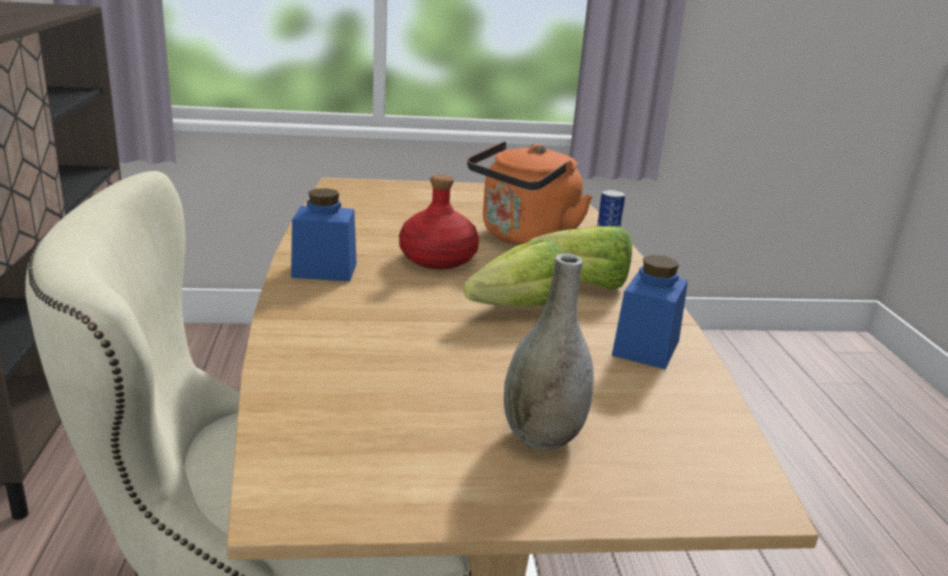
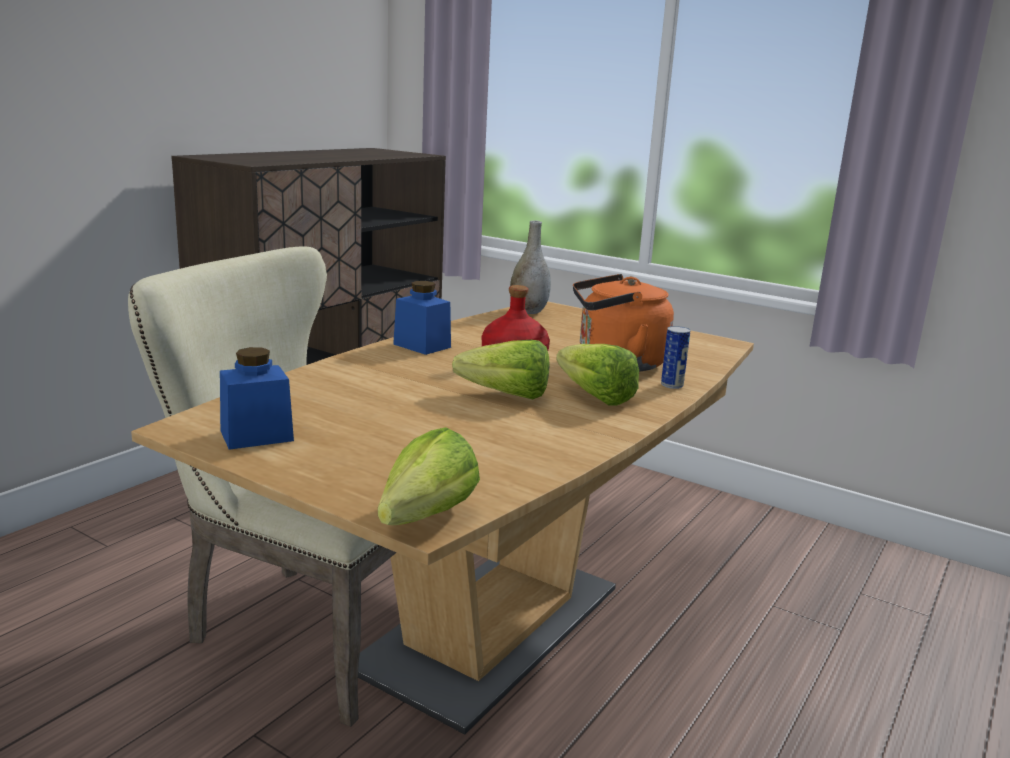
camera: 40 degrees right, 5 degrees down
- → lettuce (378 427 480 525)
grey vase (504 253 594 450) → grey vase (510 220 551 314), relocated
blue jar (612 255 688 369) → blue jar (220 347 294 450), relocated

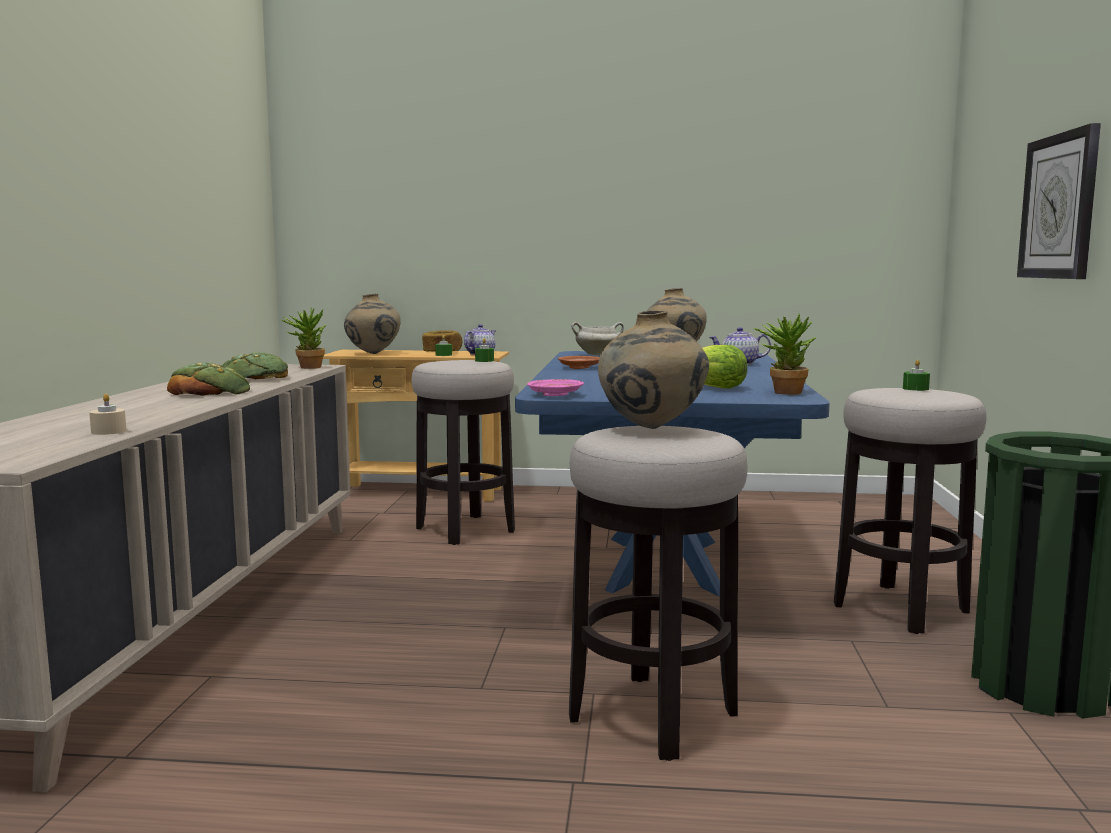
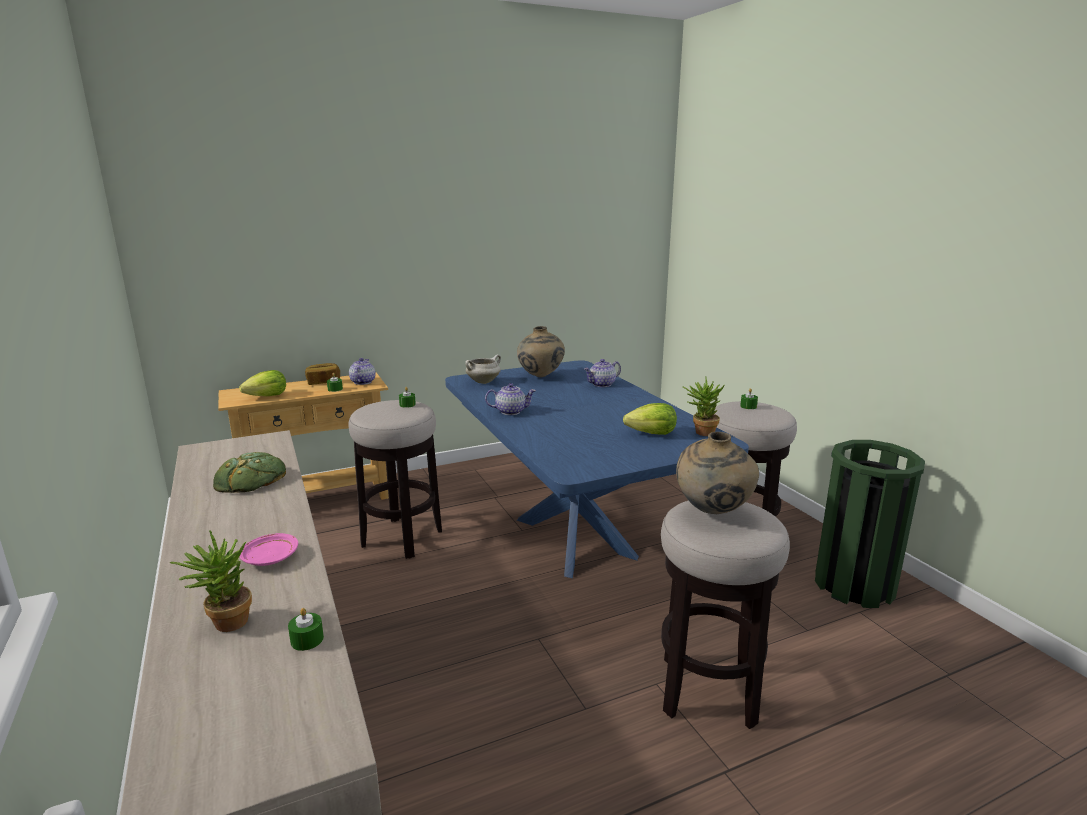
camera: 30 degrees left, 10 degrees up
bread (167 362 250 396) → -
wall clock (1017 123 1101 279) → -
potted plant (281 308 326 369) → potted plant (170 531 252 632), relocated
pink plate (527 379 584 396) → pink plate (240 533 298 566), relocated
beige vase (344 294 401 354) → lettuce (239 370 286 396)
brown plate (558 356 600 369) → teapot (485 383 536 415)
beige candle (89 394 126 435) → green candle (288 608 324 651)

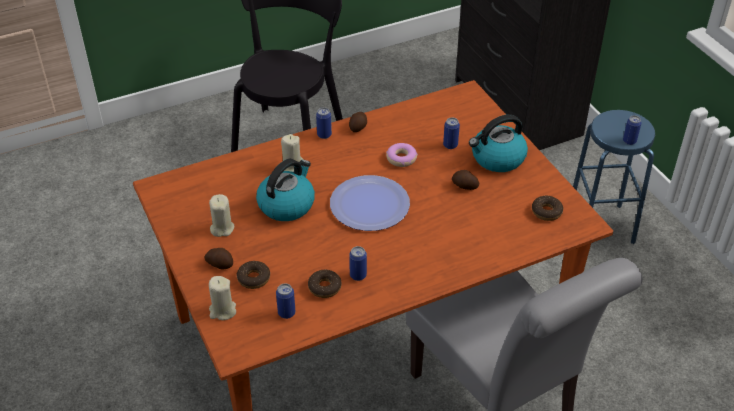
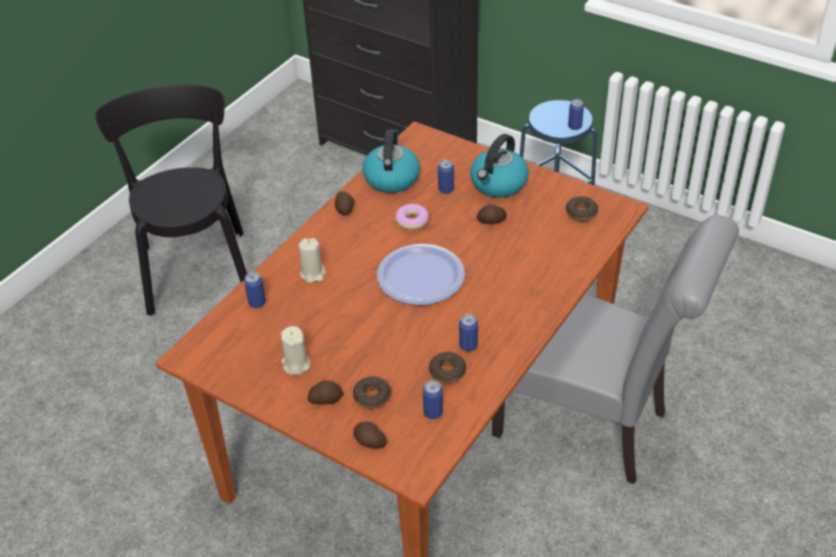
camera: 30 degrees left, 0 degrees up
kettle (256 159 315 221) → kettle (362 129 420 193), relocated
can (316 107 332 139) → can (244 272 266 308), relocated
beige candle (209 276 236 320) → potato (353 422 387 449)

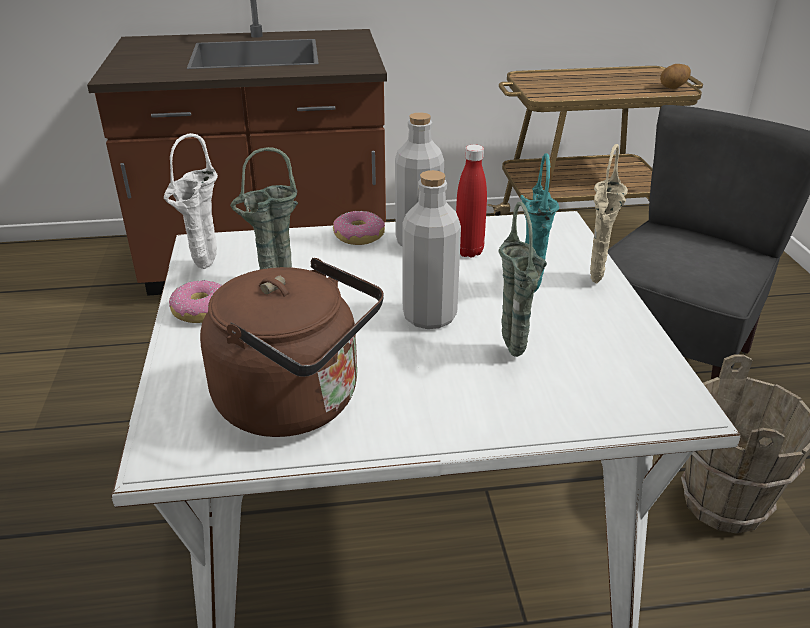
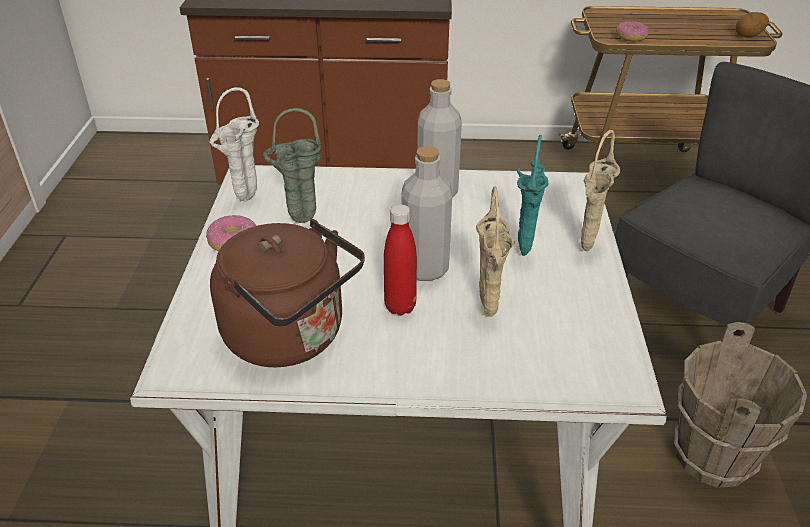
camera: 10 degrees right, 5 degrees up
donut (333 211 385 245) → donut (616 21 649 41), relocated
red bottle (456 145 487 258) → red bottle (384 204 417 316), relocated
green vase (498 202 547 357) → beige vase (476 186 515 317)

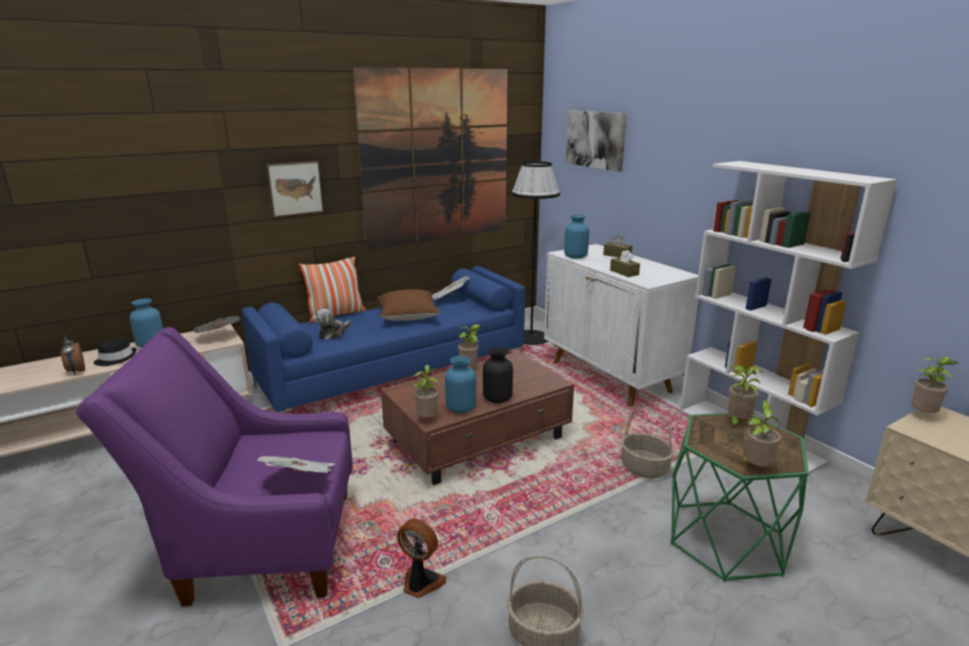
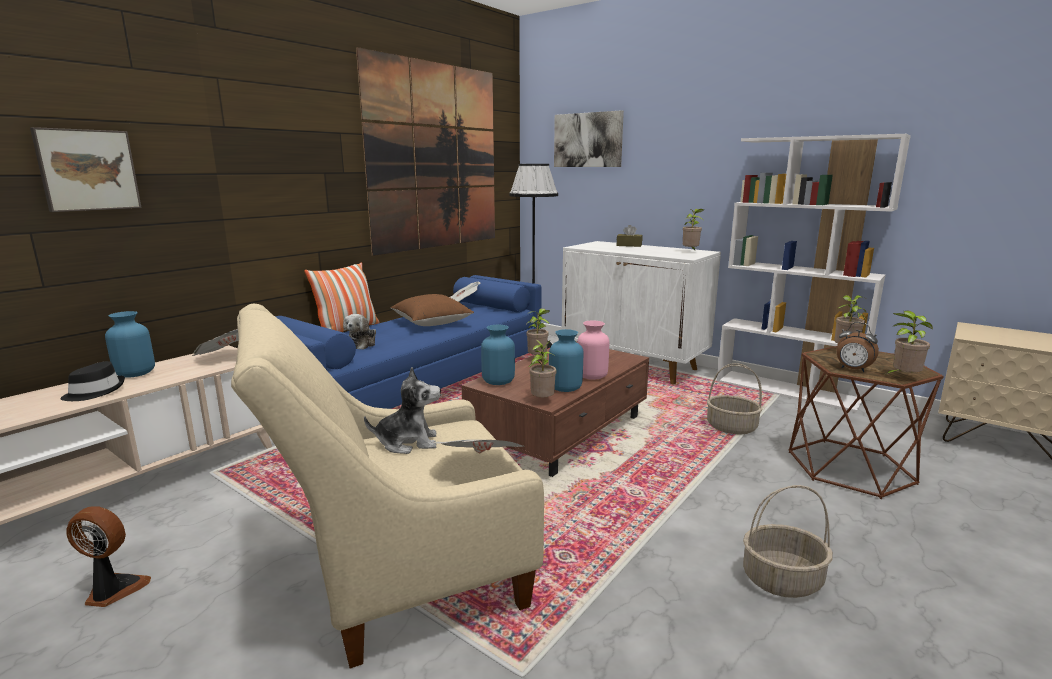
camera: 20 degrees left, 5 degrees down
brown tissue box (610 250 640 277) → -
- → plush toy (364 367 441 454)
alarm clock (61 335 85 375) → alarm clock (837 322 879 372), relocated
picture (266 161 324 217) → picture (30 127 142 212), relocated
fan (397 519 446 598) → fan (66 506 151 607), relocated
blue vase (564 215 589 259) → blue vase (481 324 515 385), relocated
potted plant (911 356 958 413) → potted plant (683 209 704 250), relocated
purple armchair (76 327 353 606) → beige armchair (231 303 544 669)
black vase (483 347 513 403) → pink vase (577 320 609 380)
green side table (671 413 809 582) → brown side table (788 346 944 499)

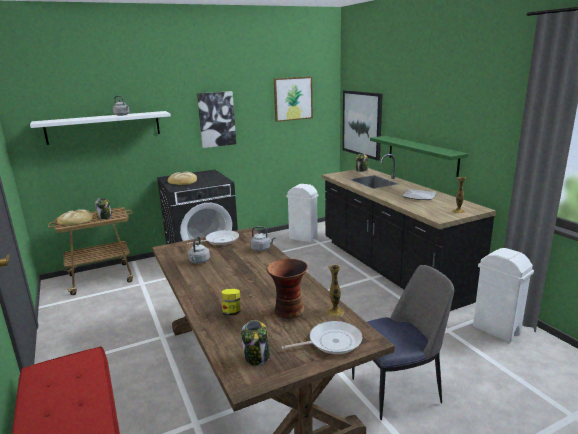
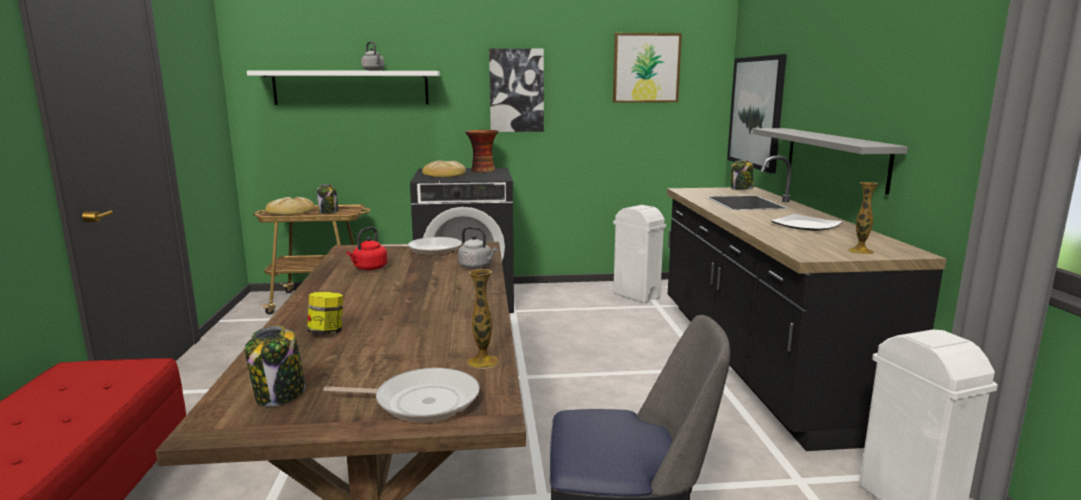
camera: 20 degrees right, 5 degrees down
vase (267 259 308 319) → vase (465 130 498 173), relocated
grey kettle (188 236 210 264) → red kettle (346 227 388 270)
green shelf (370 136 468 177) → grey shelf (753 128 908 194)

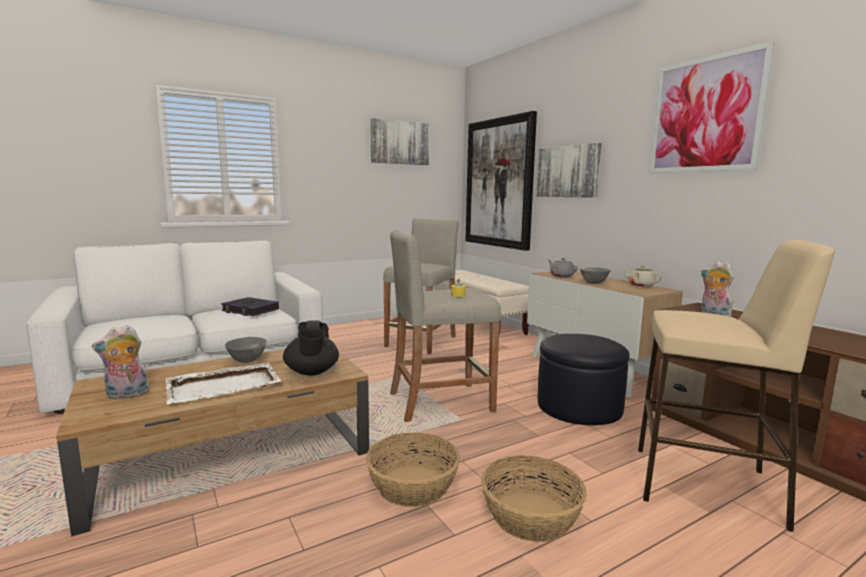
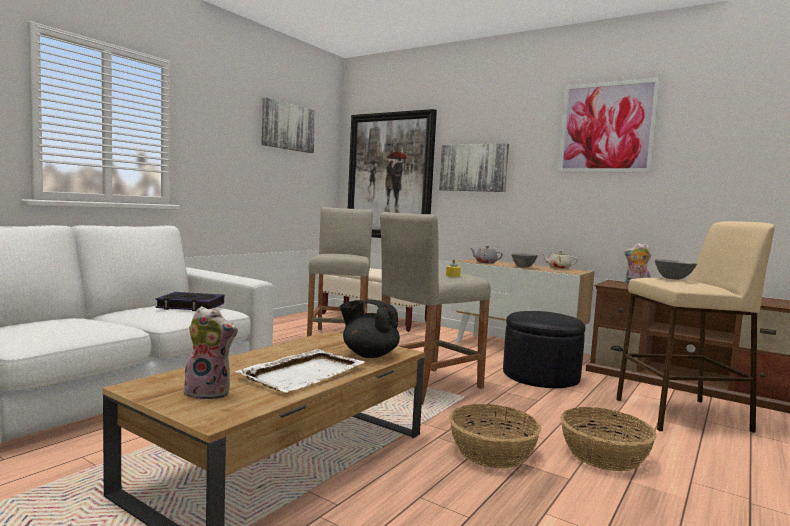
camera: 25 degrees left, 5 degrees down
grey bowl (225 337 267 363) → grey bowl (655 259 697 280), relocated
plush toy (92 325 149 400) → plush toy (178 306 238 400), 120 degrees counterclockwise
black teapot (283 320 339 376) → black teapot (339 300 400 358), 150 degrees clockwise

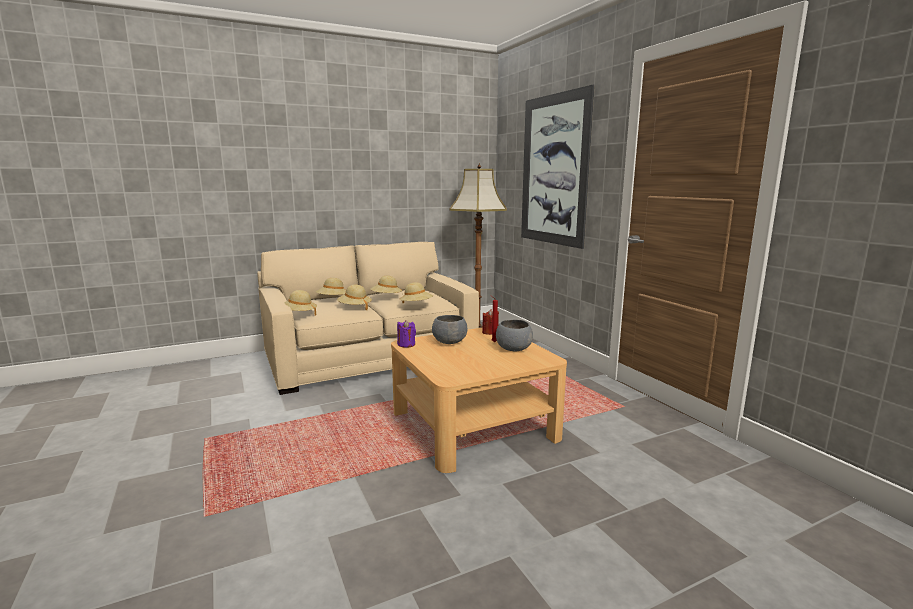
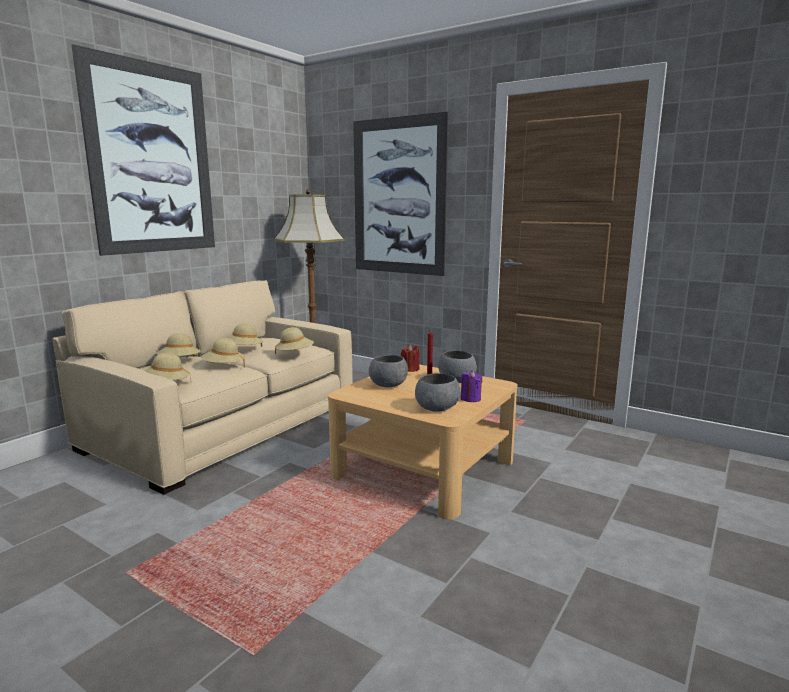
camera: 30 degrees left, 0 degrees up
- → picture (72 44 215 256)
- → grey bowl (415 373 460 411)
purple candle (397 320 416 348) → purple candle (460 370 482 402), relocated

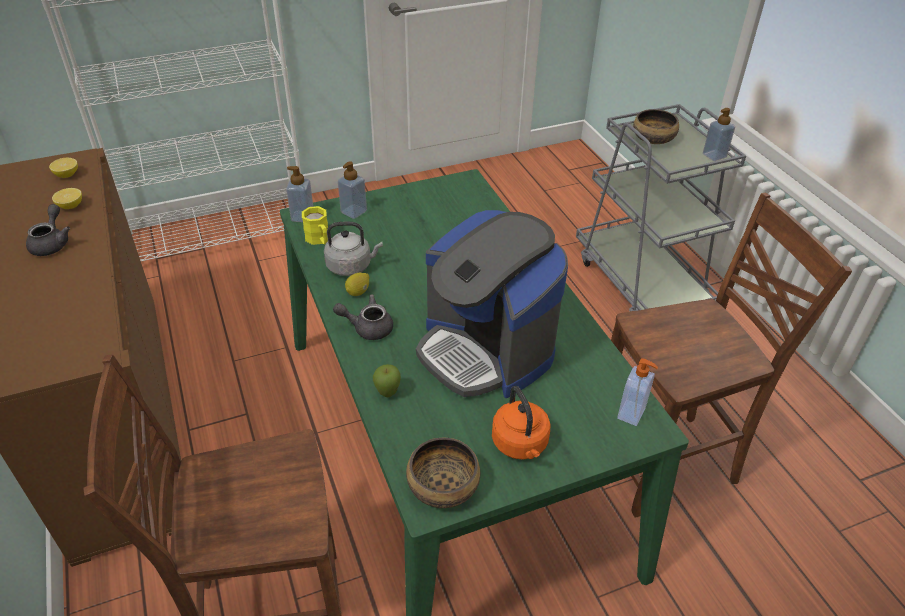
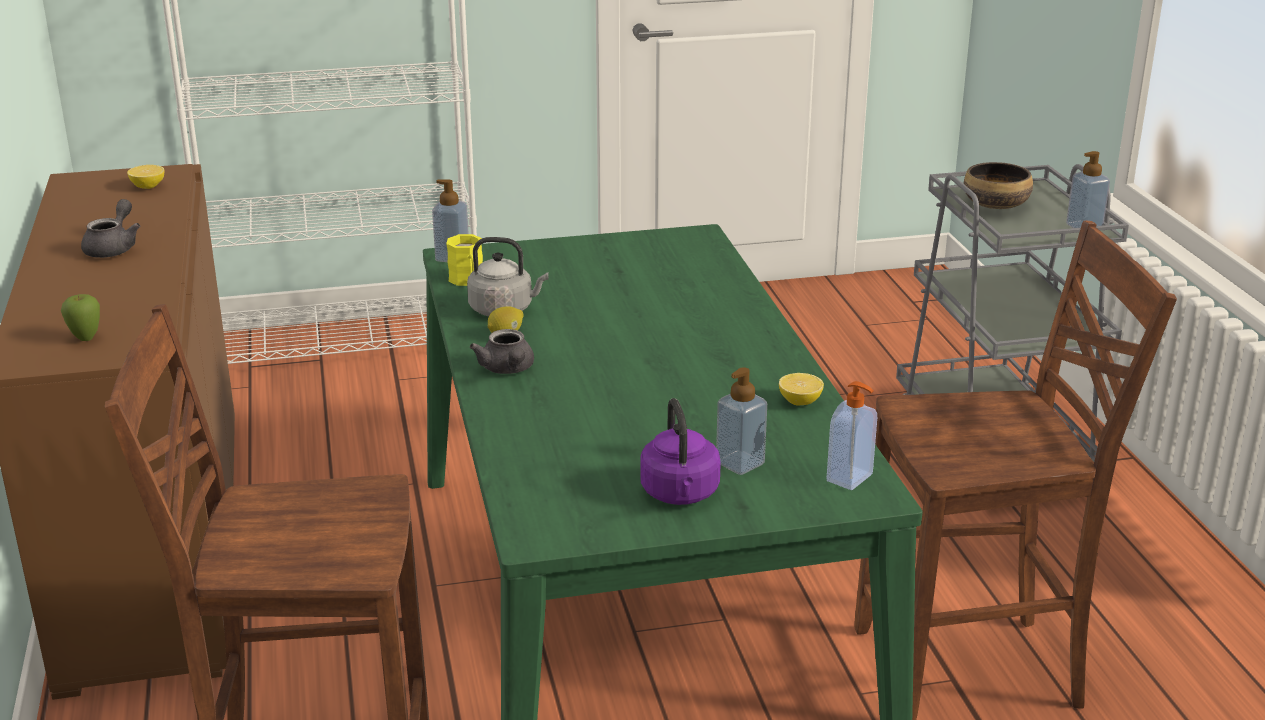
camera: 10 degrees right, 15 degrees down
bowl (406 438 480 508) → -
coffee machine (416 210 568 398) → -
lemon (52 188 82 209) → lemon (779 373 824 405), relocated
soap dispenser (338 161 367 219) → soap dispenser (716 367 767 475), relocated
apple (373 364 401 397) → apple (61 294 100 341), relocated
orange kettle (492 386 551 460) → purple kettle (640 398 721 505)
grey teapot (333 294 393 340) → grey teapot (470 329 534 374), 120 degrees counterclockwise

